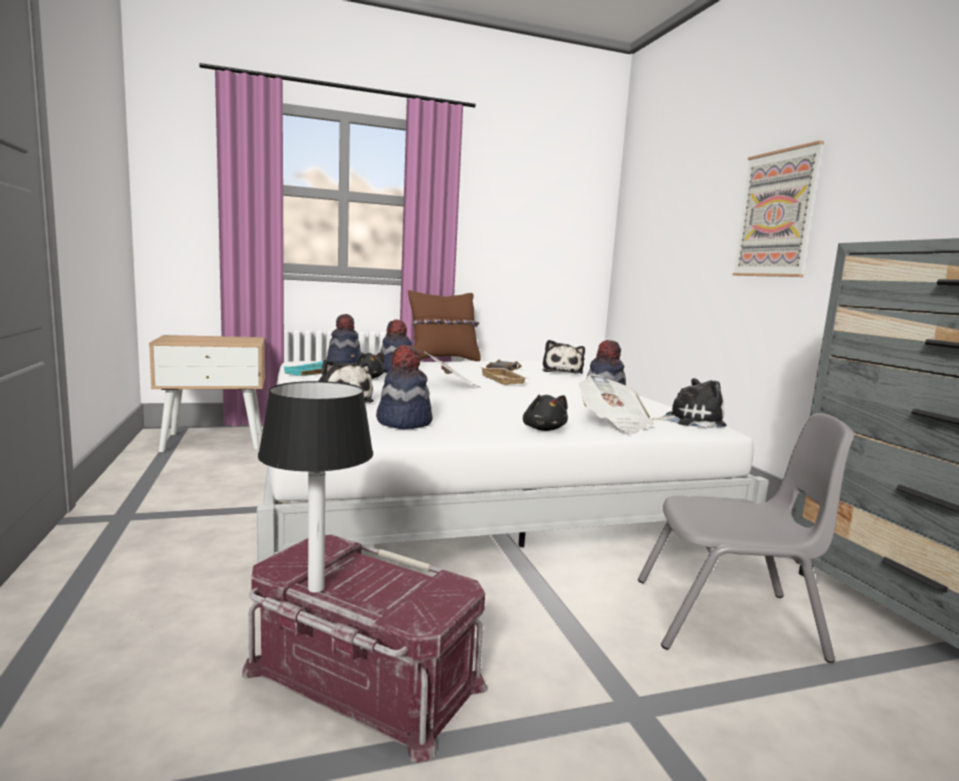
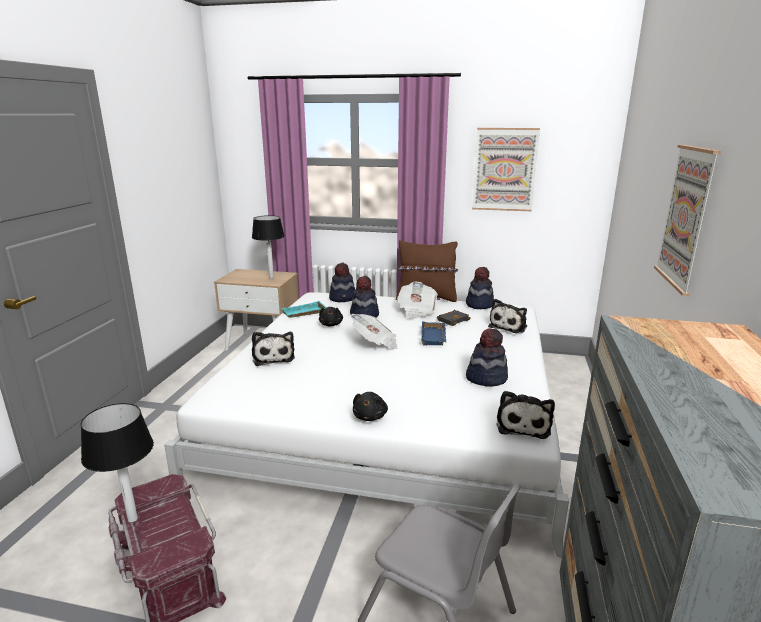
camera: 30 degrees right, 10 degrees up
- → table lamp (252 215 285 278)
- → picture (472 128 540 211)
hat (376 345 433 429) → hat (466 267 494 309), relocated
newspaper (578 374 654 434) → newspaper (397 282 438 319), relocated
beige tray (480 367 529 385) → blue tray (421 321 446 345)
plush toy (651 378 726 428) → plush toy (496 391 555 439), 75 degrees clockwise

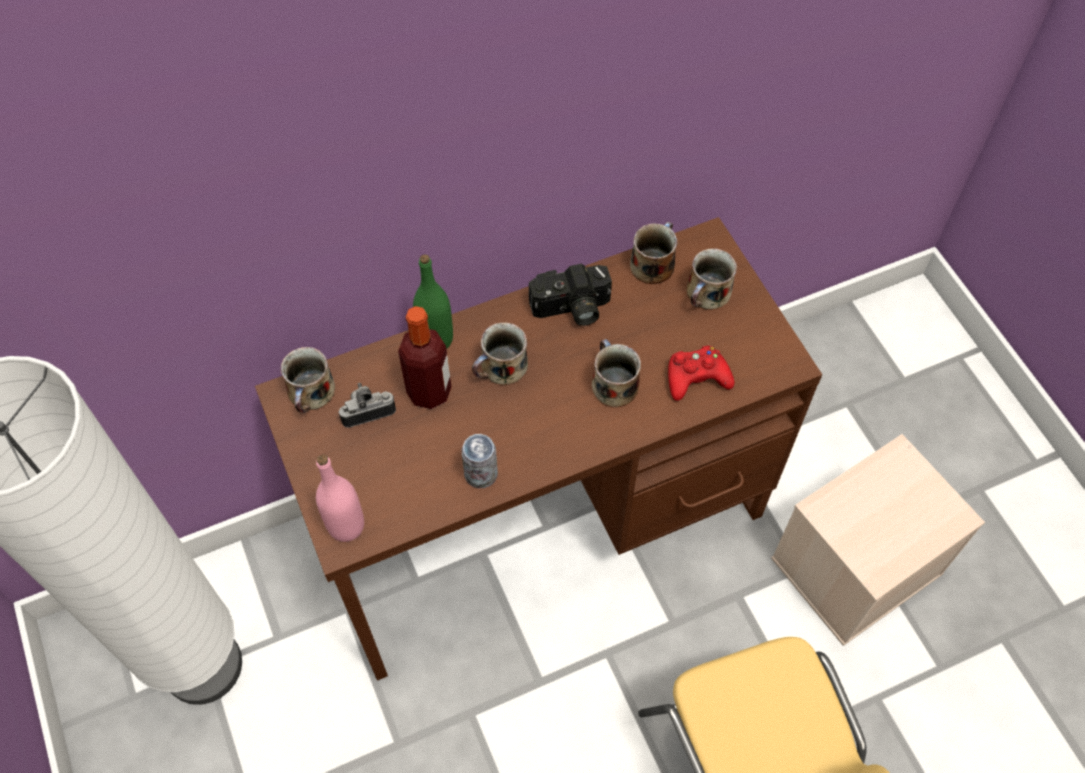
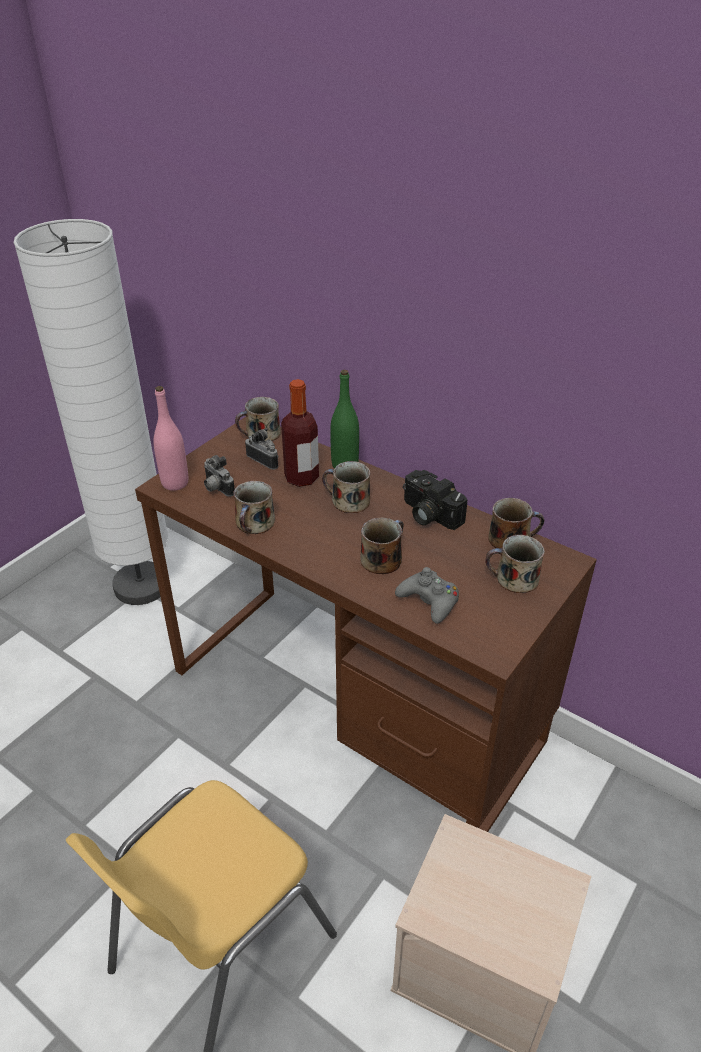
camera: 60 degrees right, 20 degrees down
- → photo camera (204 455 235 497)
can (462 434 498 488) → mug (233 481 275 534)
red game controller (668 346 734 401) → grey game controller (395 567 459 624)

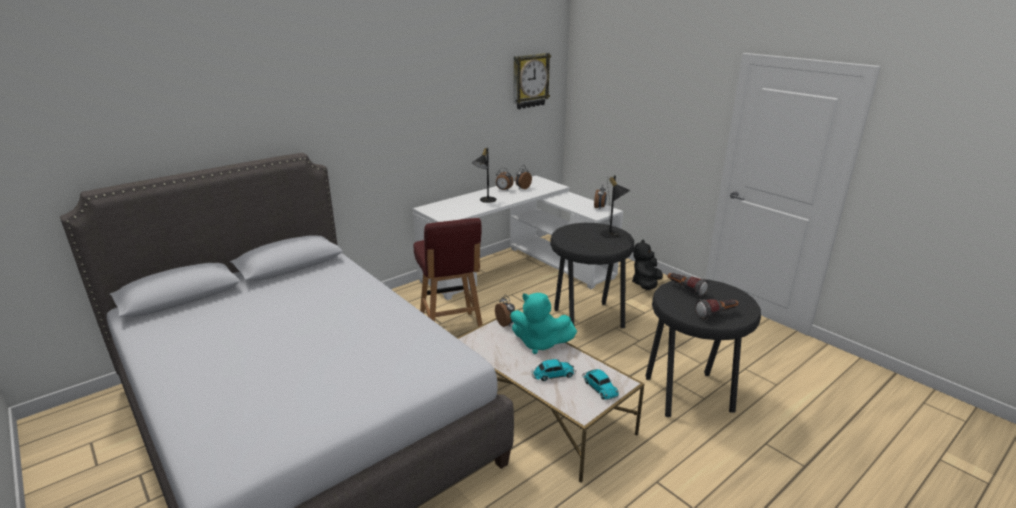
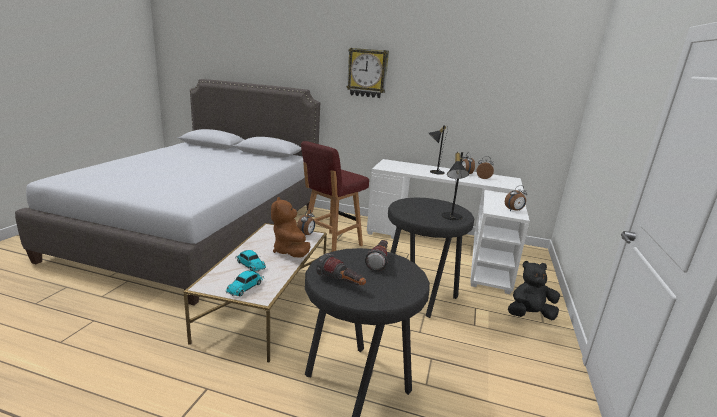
camera: 55 degrees right, 5 degrees down
wall clock (514 53 551 109) → wall clock (346 48 389 98), relocated
turquoise plush toy (510 293 577 354) → brown plush toy (271 197 311 258)

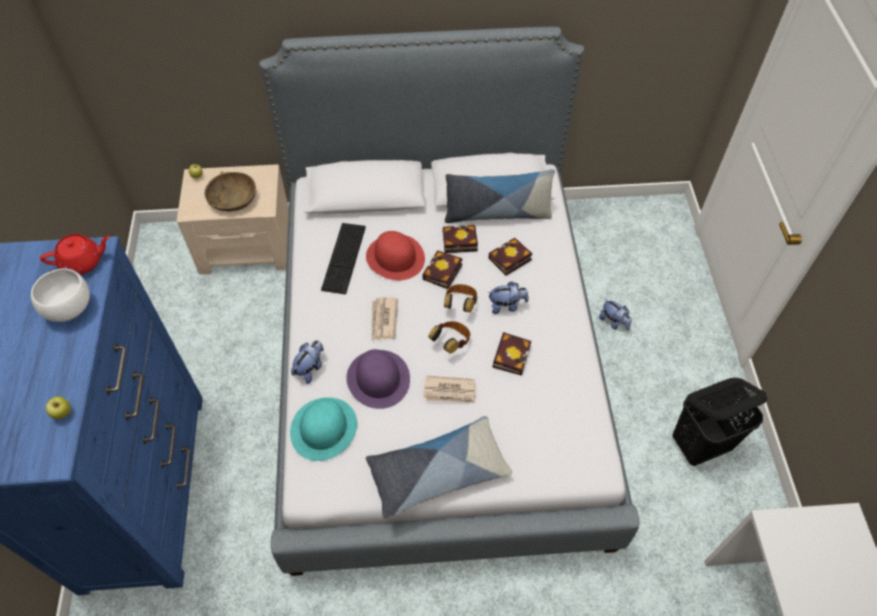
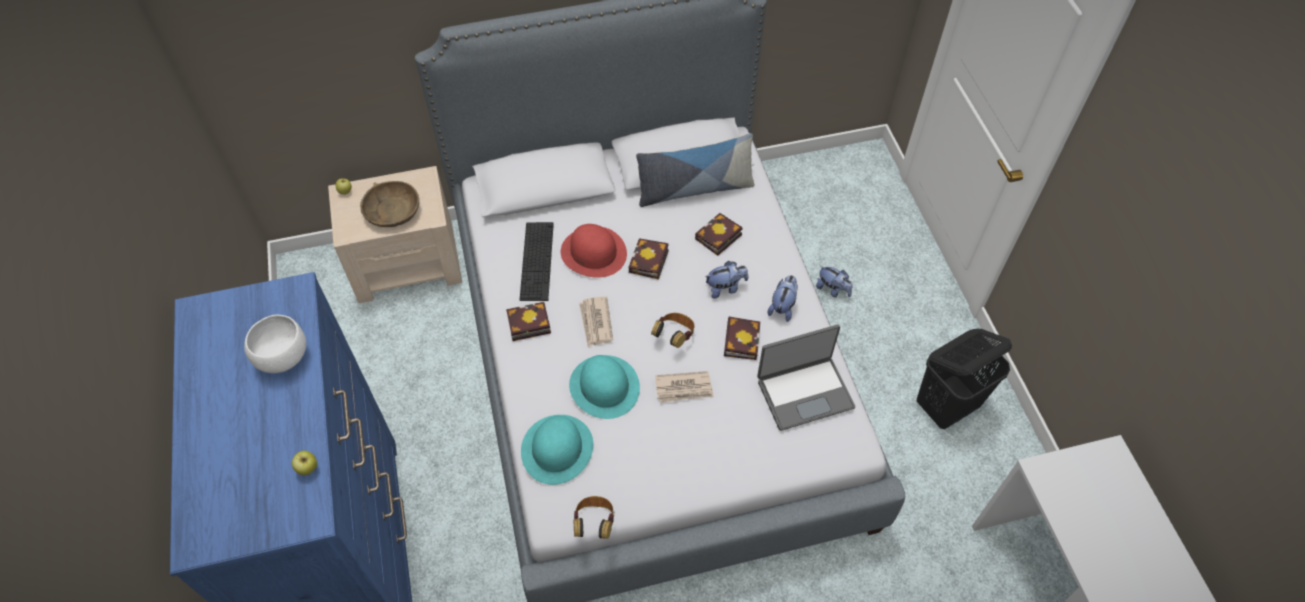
camera: 10 degrees left, 0 degrees up
red teapot (40 234 110 275) → -
pillow (366 416 512 518) → -
- → laptop (757 324 855 431)
plush toy (291 340 324 384) → plush toy (768 275 798 322), relocated
book (443 225 478 253) → book (506 302 551 341), relocated
headphones (444 284 478 312) → headphones (574 496 614 539), relocated
purple hat (346 349 410 409) → turquoise hat (569 355 640 419)

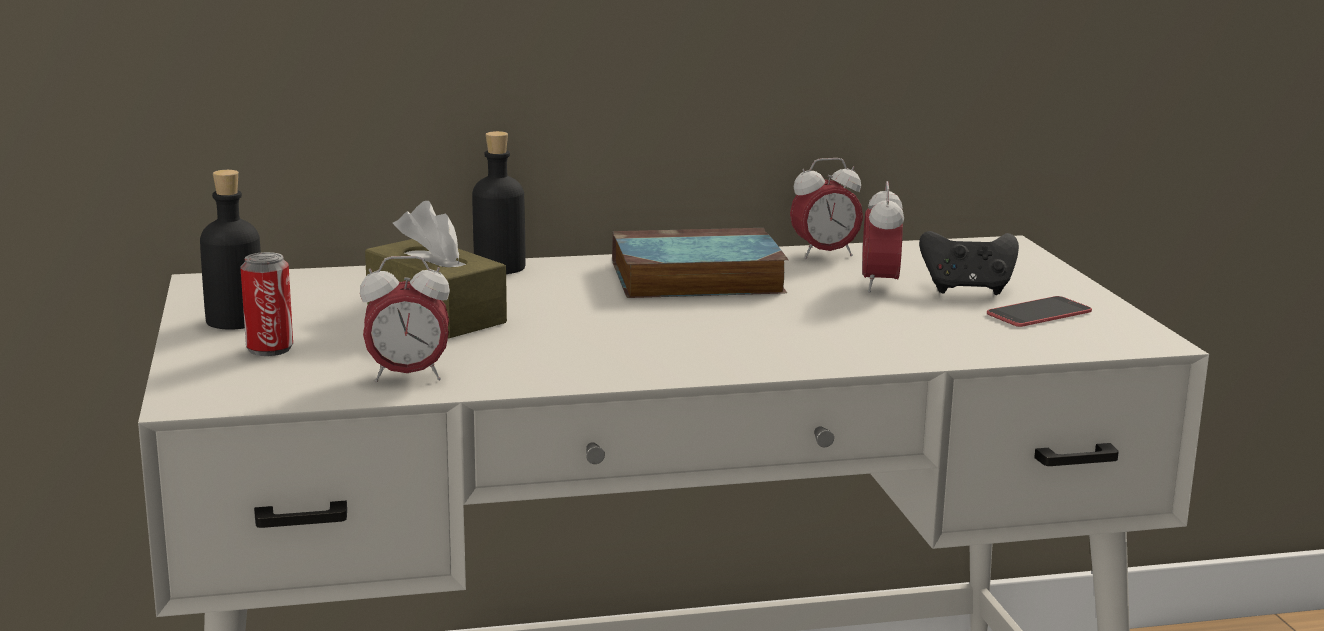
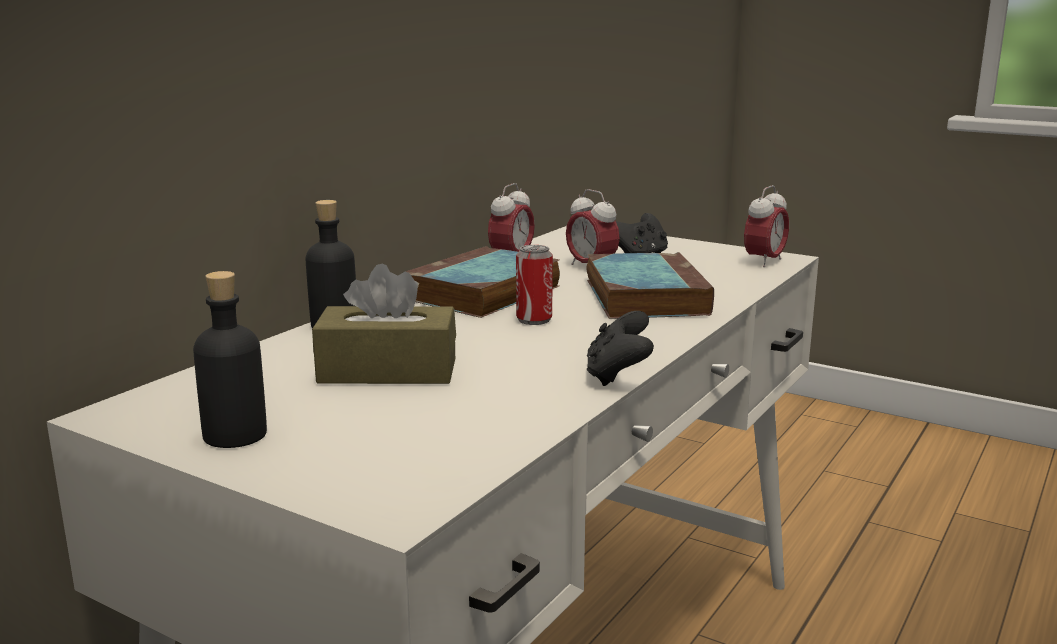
camera: 45 degrees left, 0 degrees up
phone (987 296 1092 327) → -
- → book (586 252 714 319)
- → black game controller (587 311 654 386)
can (240 252 293 356) → can (516 245 553 325), relocated
alarm clock (360 256 450 382) → alarm clock (744 185 789 267), relocated

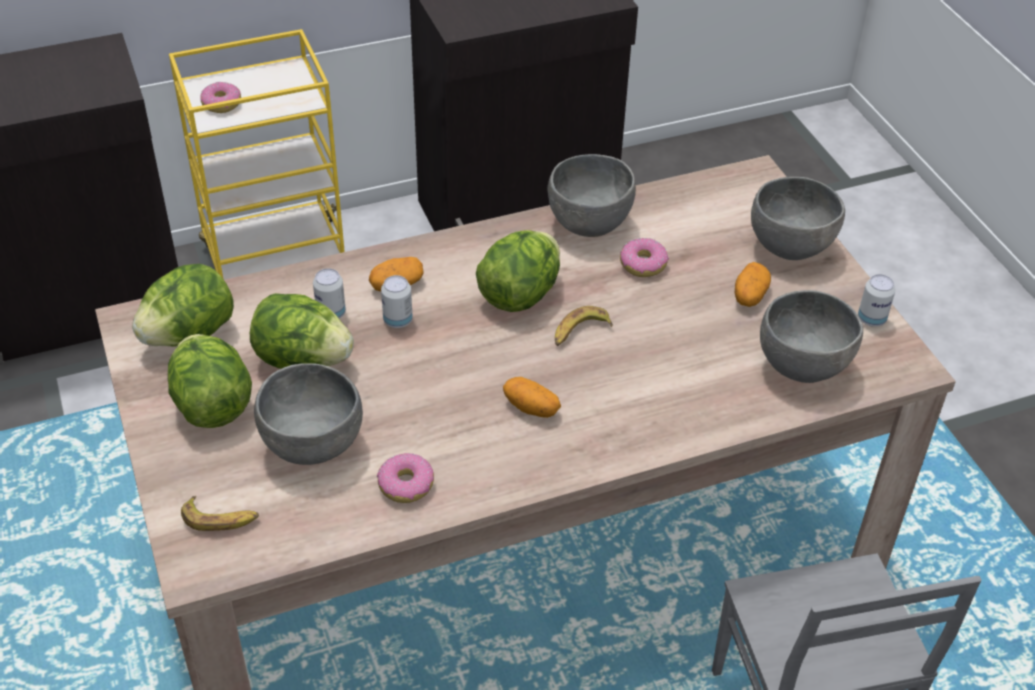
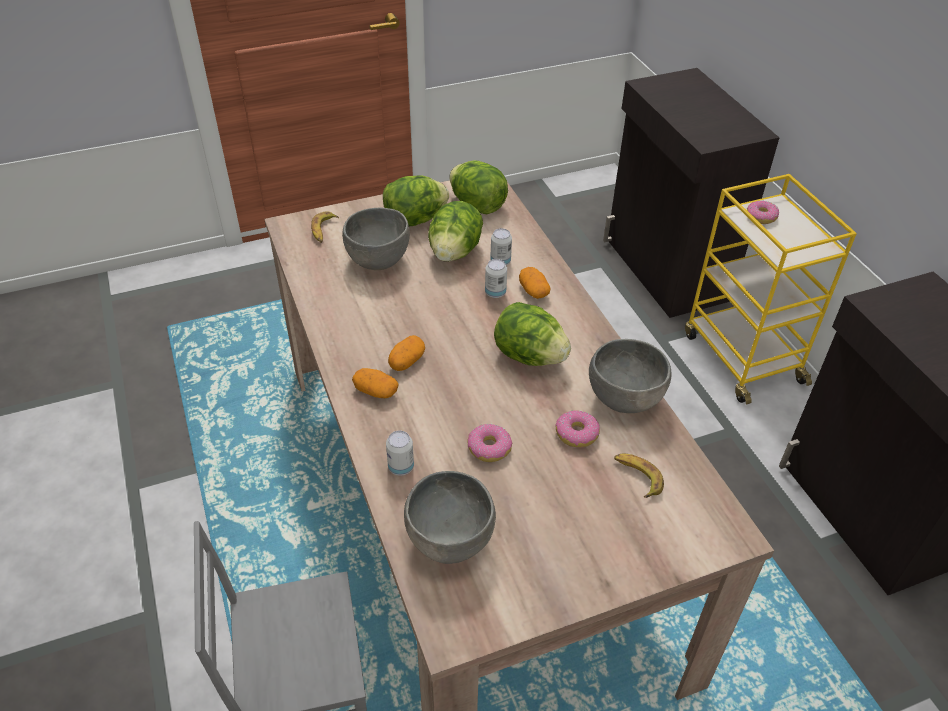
camera: 90 degrees right, 0 degrees up
grey bowl (751 177 845 260) → -
donut (377 453 434 503) → donut (467 423 513 462), relocated
banana (555 306 613 346) → banana (614 454 664 498), relocated
potato (735 262 771 307) → potato (352 368 399 398), relocated
can (858 274 895 327) → can (386 431 414 476), relocated

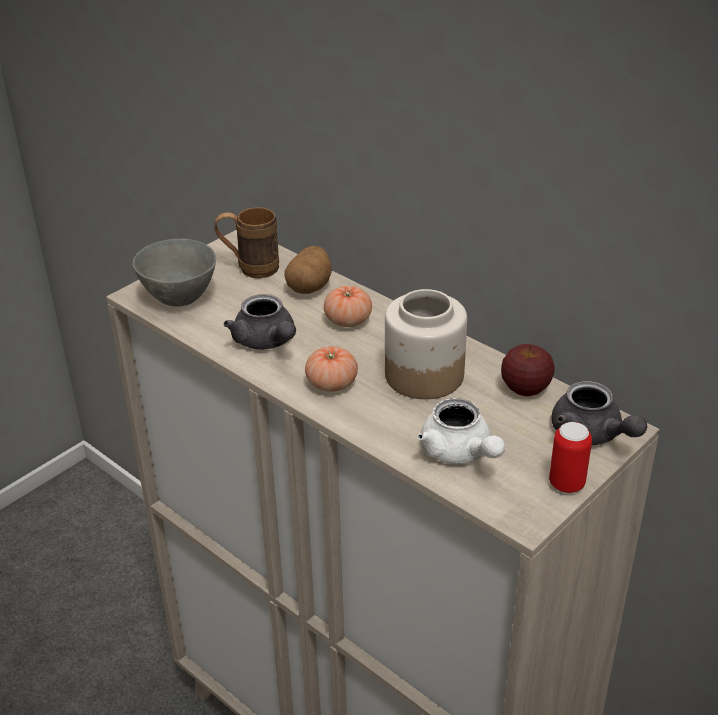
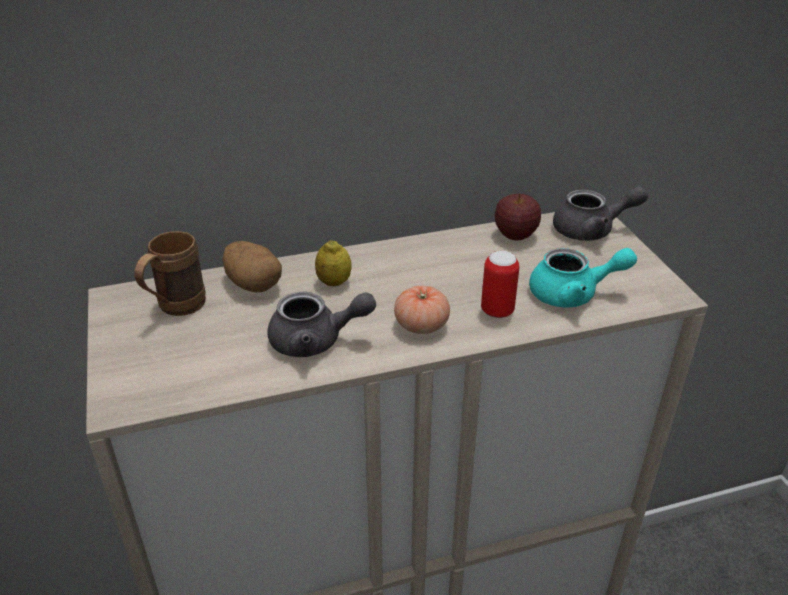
camera: 60 degrees left, 0 degrees up
grey bowl (132 239 216 306) → -
jar (385 289 467 399) → -
can (549 422 592 493) → can (481 251 520 318), relocated
tomato (324 286 372 327) → lemon (315 240 352 286)
white teapot (417 398 505 464) → turquoise teapot (529 248 637 308)

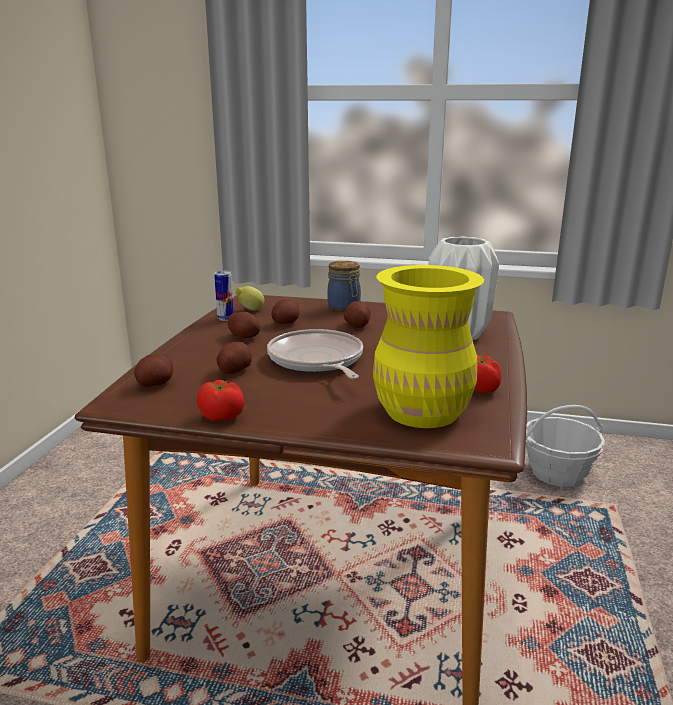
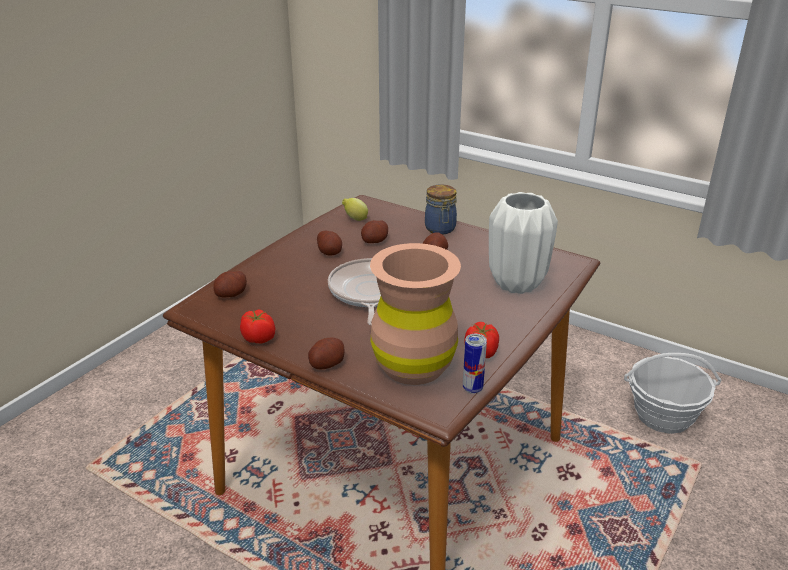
camera: 20 degrees right, 10 degrees up
can (214 271 234 321) → can (463 334 487 394), relocated
potato (216 342 252 374) → potato (308 338 345 370), relocated
yellow vase (373 265 484 428) → brown vase (370 243 461 385)

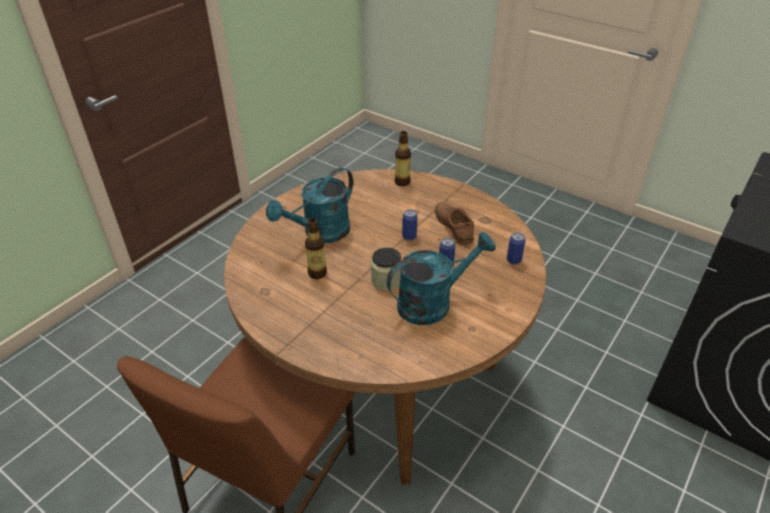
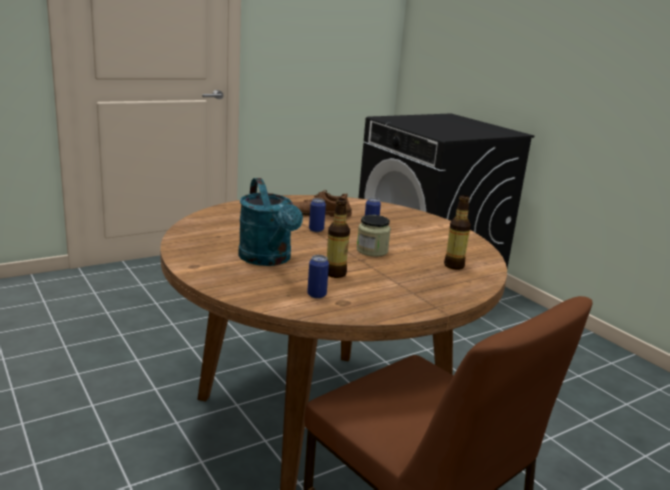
camera: 70 degrees left, 20 degrees down
turquoise watering can (387 232 496 325) → -
bottle (395 131 411 186) → bottle (444 195 471 270), relocated
can (507 232 526 265) → can (307 255 329 299), relocated

